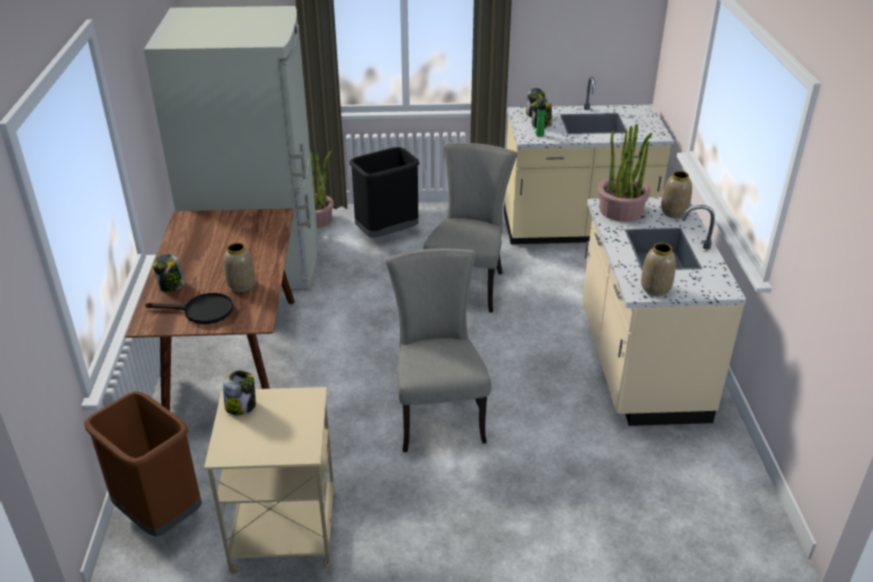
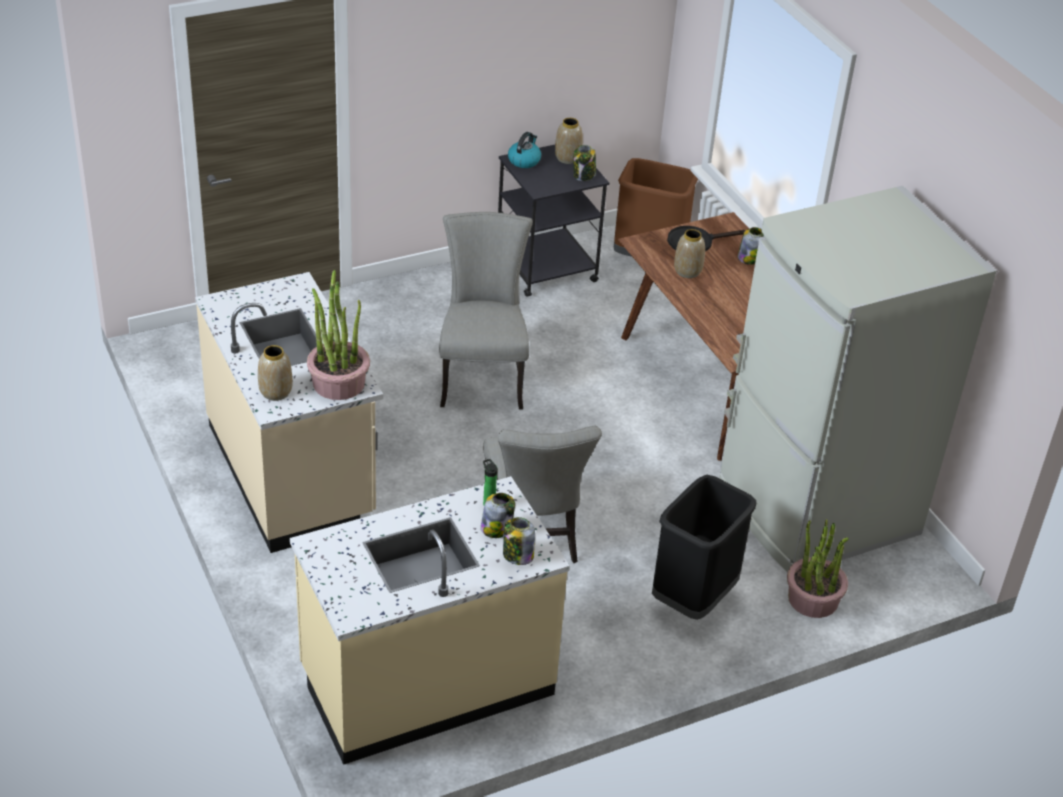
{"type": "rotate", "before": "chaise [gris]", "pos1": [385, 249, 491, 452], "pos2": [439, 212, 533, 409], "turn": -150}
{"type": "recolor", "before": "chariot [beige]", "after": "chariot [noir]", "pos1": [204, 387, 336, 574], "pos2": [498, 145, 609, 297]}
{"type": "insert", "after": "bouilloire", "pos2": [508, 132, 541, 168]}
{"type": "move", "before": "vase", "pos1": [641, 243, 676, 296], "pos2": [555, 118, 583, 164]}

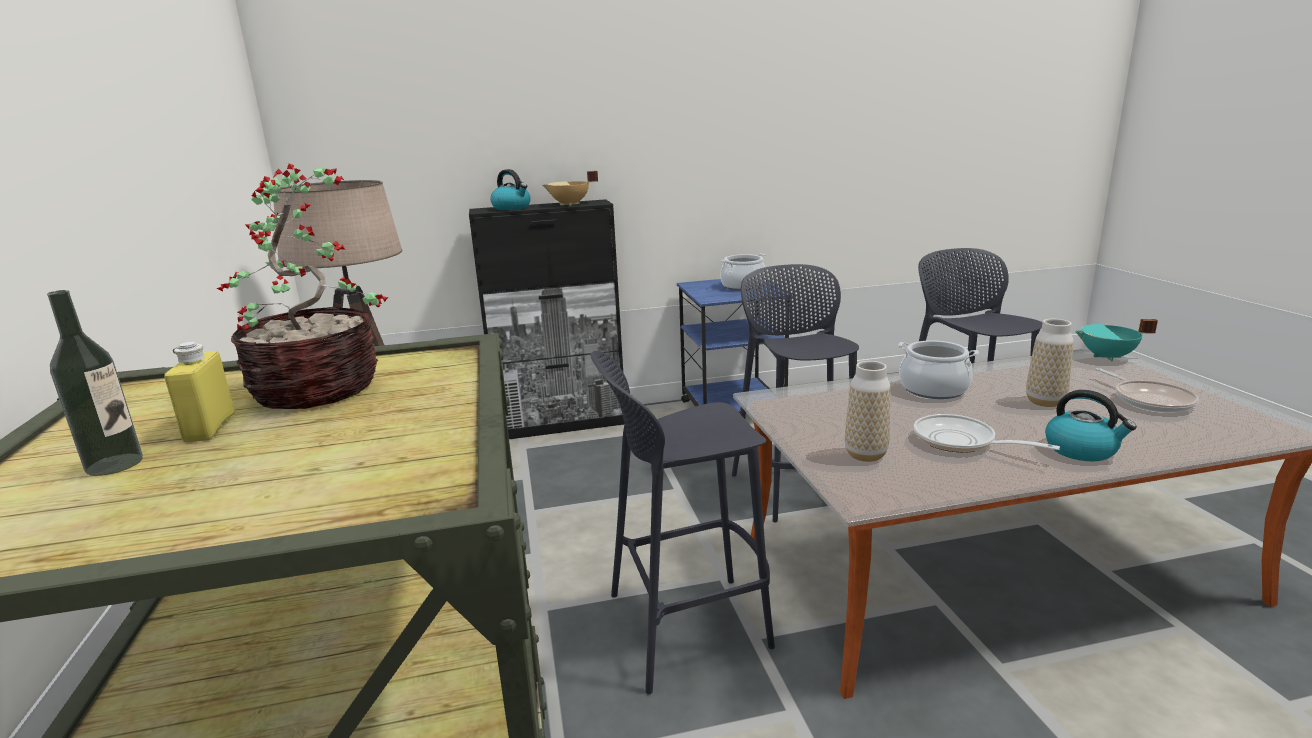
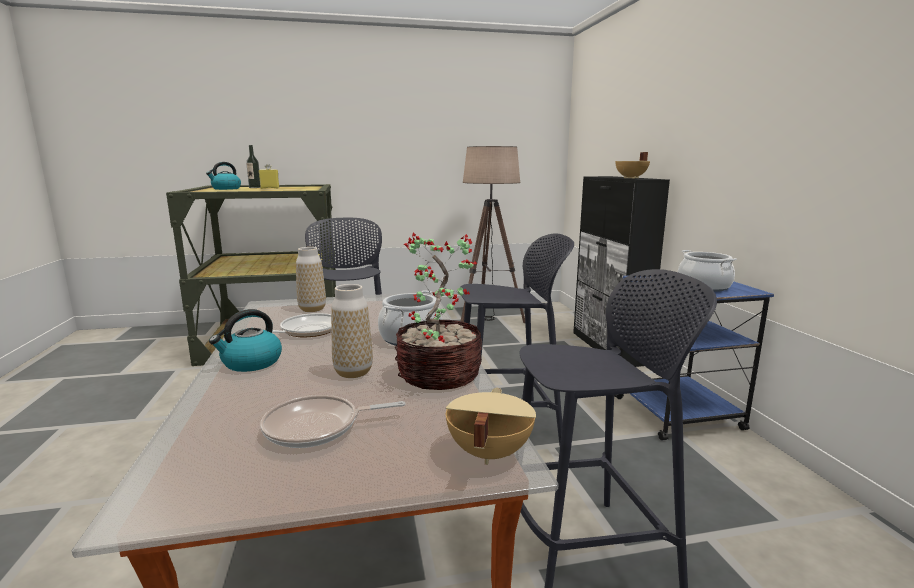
{"type": "move", "before": "bouilloire", "pos1": [491, 169, 531, 210], "pos2": [206, 162, 241, 190]}
{"type": "move", "before": "plante en pot", "pos1": [217, 164, 388, 409], "pos2": [395, 233, 482, 390]}
{"type": "recolor", "before": "marmite [turquoise]", "after": "marmite [beige]", "pos1": [1075, 319, 1158, 361], "pos2": [446, 388, 536, 465]}

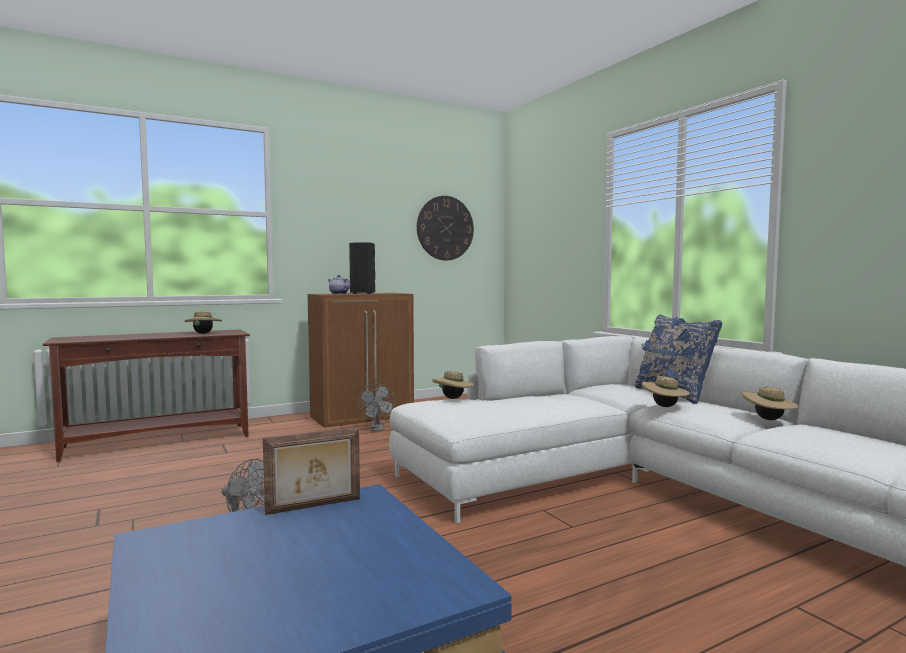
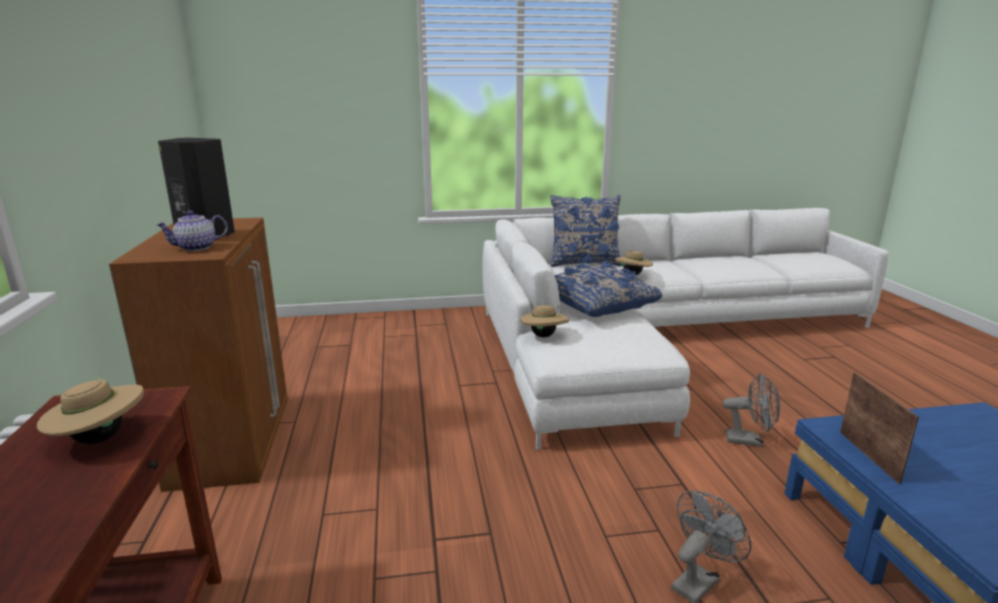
{"type": "insert", "after": "coussin [bleu]", "pos2": [554, 259, 663, 317]}
{"type": "move", "before": "ventilateur [gris]", "pos1": [358, 384, 395, 431], "pos2": [723, 373, 780, 447]}
{"type": "delete", "before": "horloge murale", "pos1": [417, 196, 474, 260]}
{"type": "delete", "before": "chapeau [beige]", "pos1": [742, 386, 798, 420]}

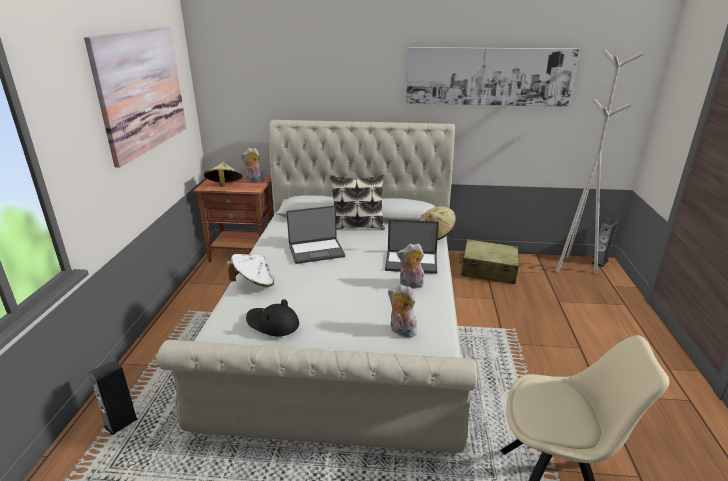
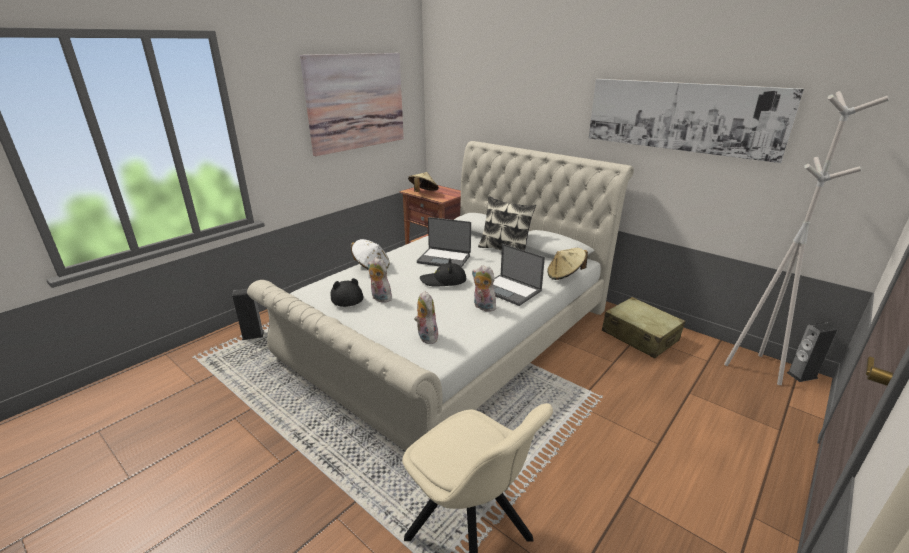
{"type": "move", "before": "peluche", "pos1": [240, 148, 264, 183], "pos2": [368, 257, 392, 303]}
{"type": "insert", "after": "chapeau [noir]", "pos2": [420, 259, 466, 287]}

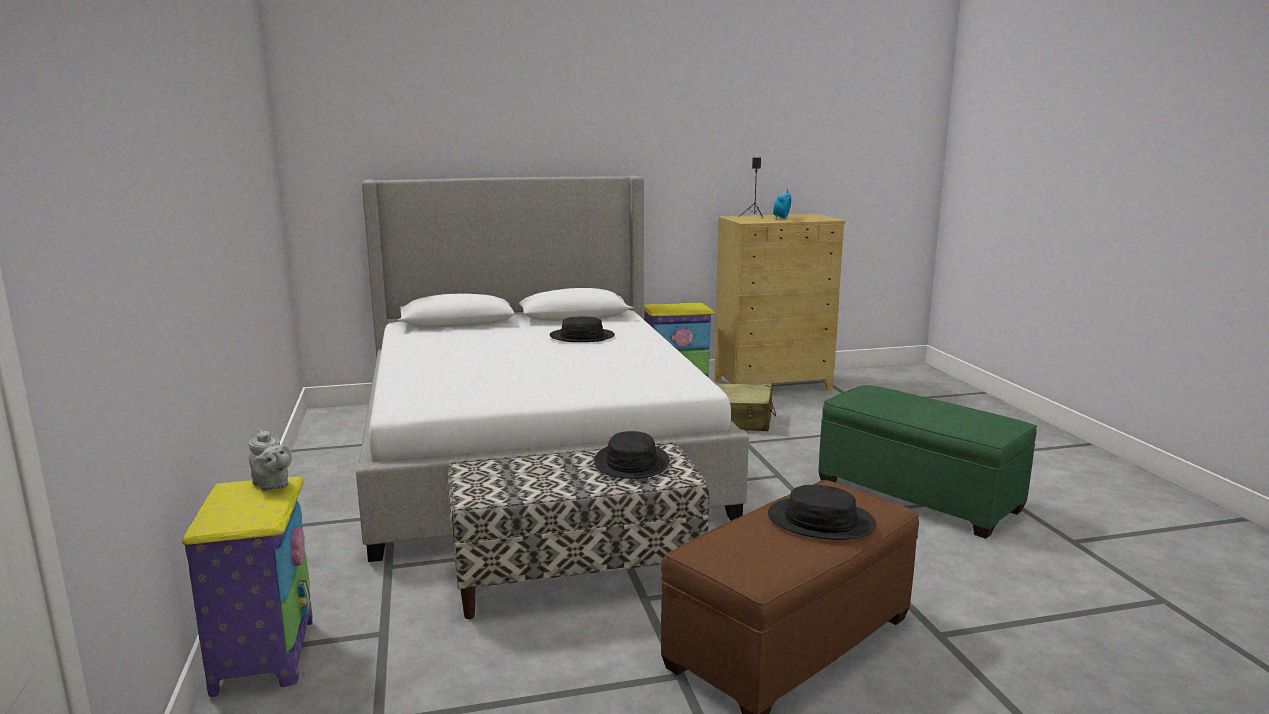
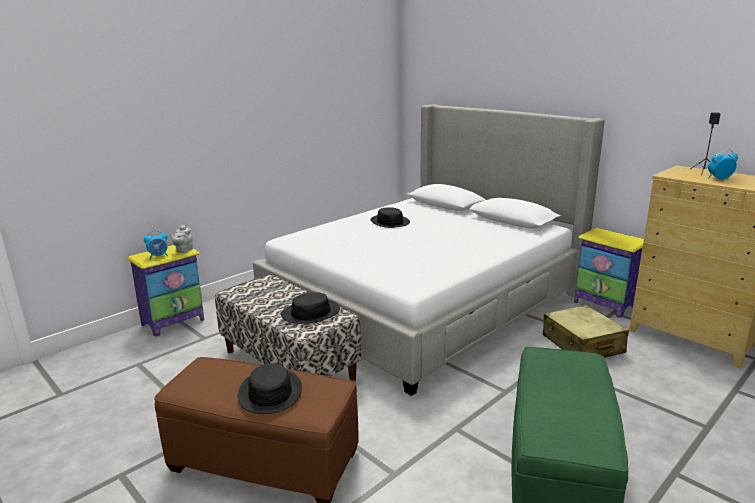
{"type": "insert", "after": "réveil", "pos2": [144, 230, 168, 259]}
{"type": "move", "before": "chapeau [noir]", "pos1": [549, 316, 615, 342], "pos2": [371, 207, 410, 228]}

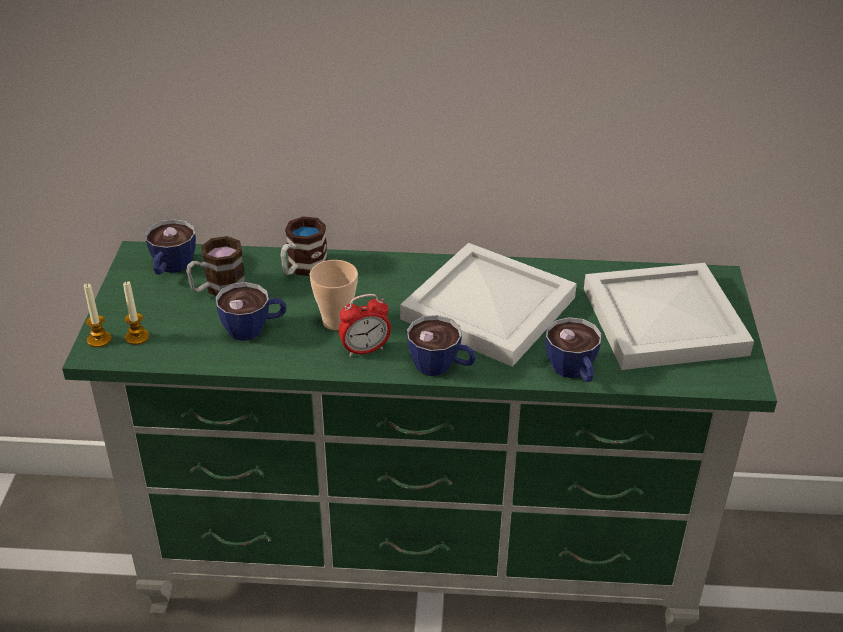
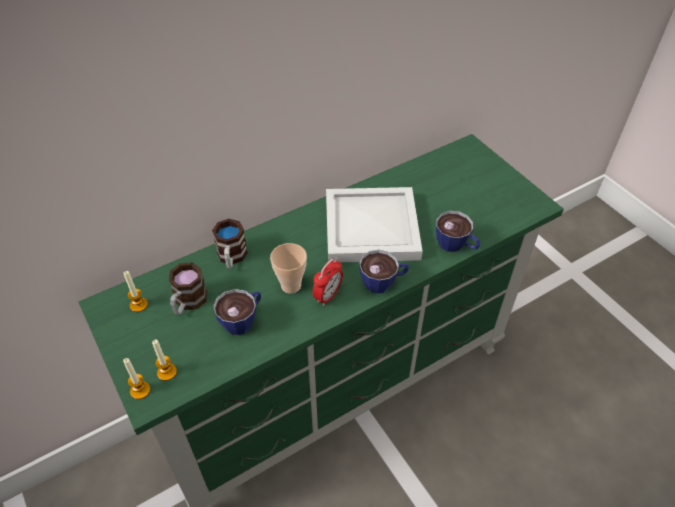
{"type": "replace", "before": "tasse", "after": "bougie", "pos1": [145, 219, 196, 275], "pos2": [123, 271, 148, 312]}
{"type": "delete", "before": "plateau [blanc]", "pos1": [584, 263, 754, 370]}

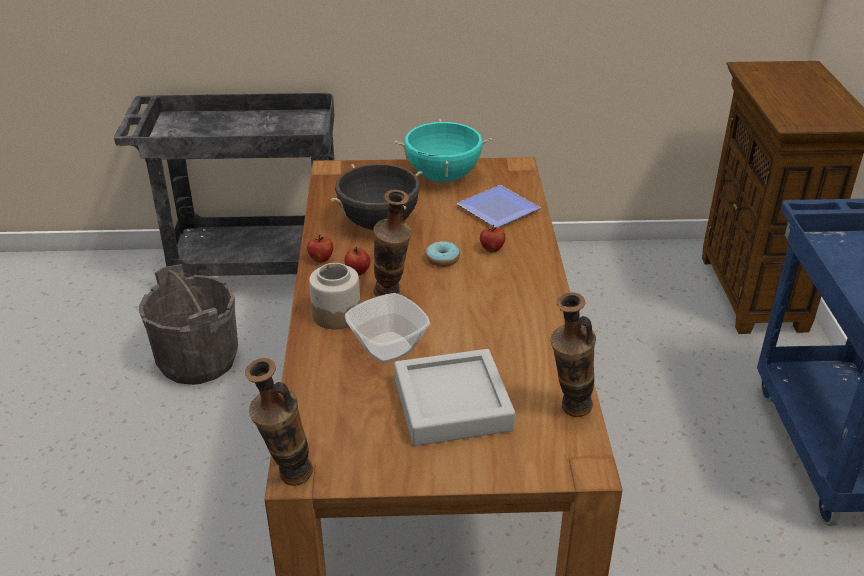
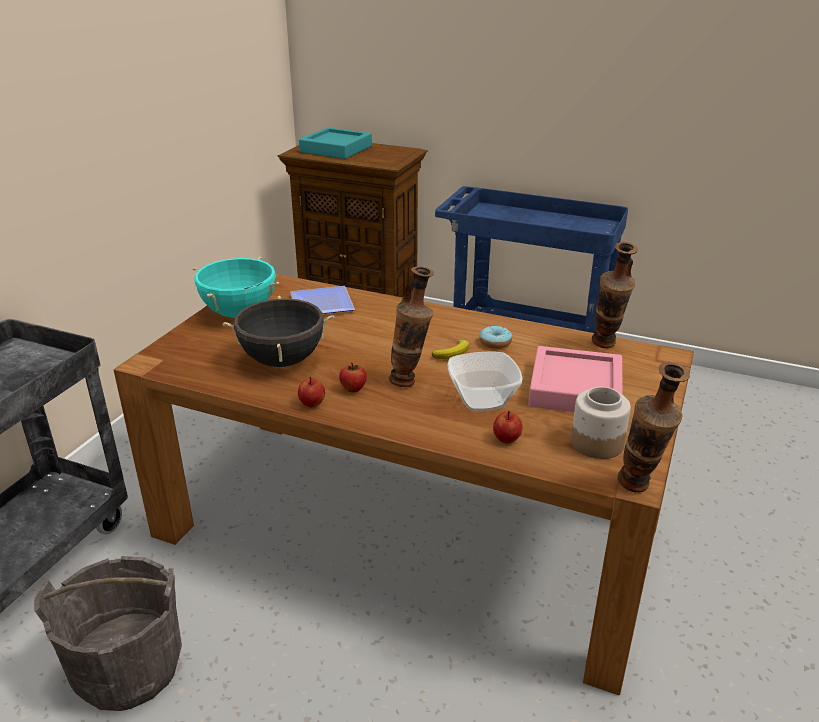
{"type": "insert", "after": "plateau [turquoise]", "pos2": [299, 127, 372, 159]}
{"type": "insert", "after": "banane", "pos2": [432, 340, 469, 359]}
{"type": "move", "before": "beignet", "pos1": [426, 241, 460, 267], "pos2": [479, 326, 512, 349]}
{"type": "move", "before": "pomme", "pos1": [480, 225, 505, 253], "pos2": [493, 411, 522, 444]}
{"type": "recolor", "before": "plateau [gris]", "after": "plateau [rose]", "pos1": [394, 349, 515, 446], "pos2": [528, 346, 623, 412]}
{"type": "move", "before": "bocal", "pos1": [309, 263, 360, 329], "pos2": [571, 387, 631, 459]}

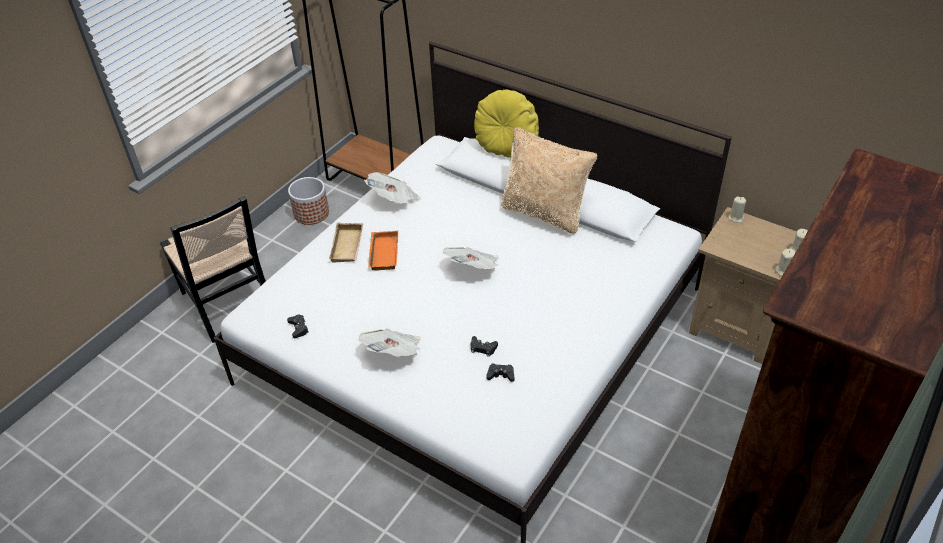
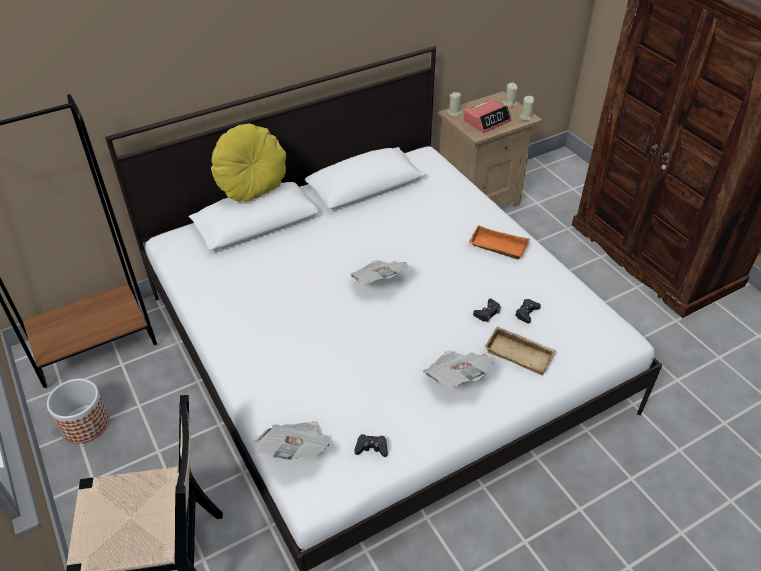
{"type": "move", "before": "journal", "pos1": [364, 172, 421, 204], "pos2": [253, 421, 329, 461]}
{"type": "insert", "after": "réveil", "pos2": [464, 99, 511, 133]}
{"type": "move", "before": "plateau [orange]", "pos1": [368, 230, 398, 270], "pos2": [468, 225, 530, 259]}
{"type": "move", "before": "plateau [beige]", "pos1": [329, 222, 363, 263], "pos2": [485, 326, 556, 375]}
{"type": "delete", "before": "coussin [beige]", "pos1": [501, 127, 597, 234]}

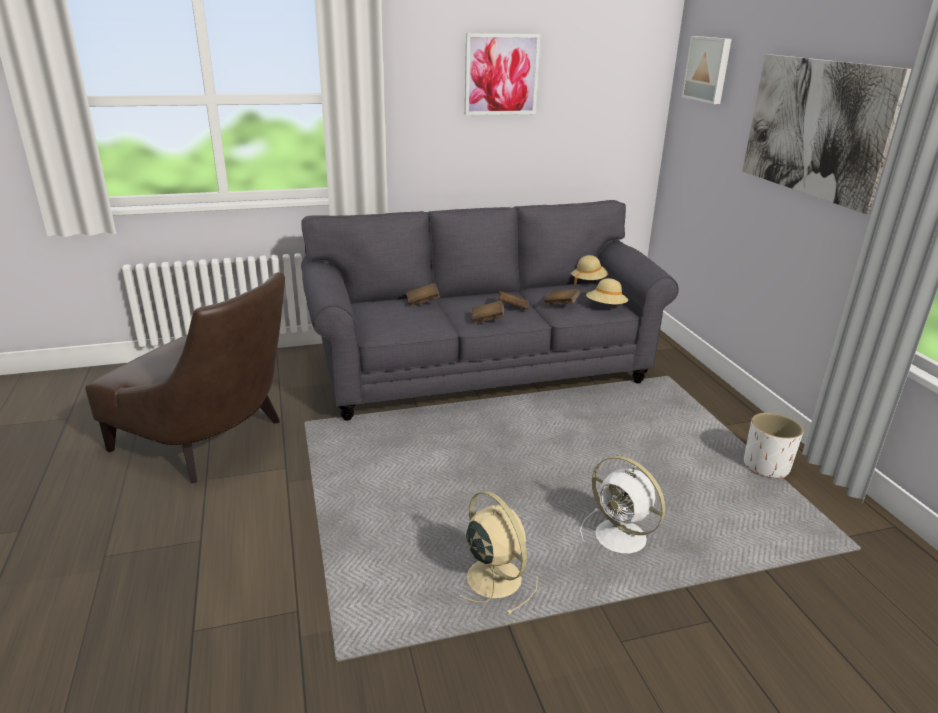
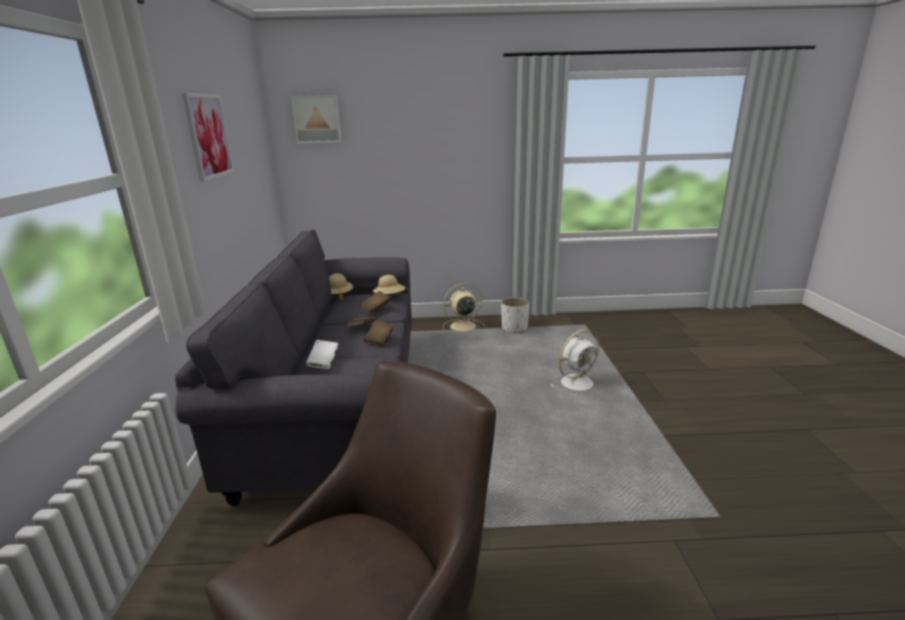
{"type": "recolor", "before": "livre [marron]", "after": "livre [blanc]", "pos1": [406, 283, 440, 307], "pos2": [306, 340, 338, 369]}
{"type": "move", "before": "ventilateur [beige]", "pos1": [460, 491, 538, 615], "pos2": [443, 283, 485, 333]}
{"type": "delete", "before": "tableau", "pos1": [742, 54, 911, 214]}

